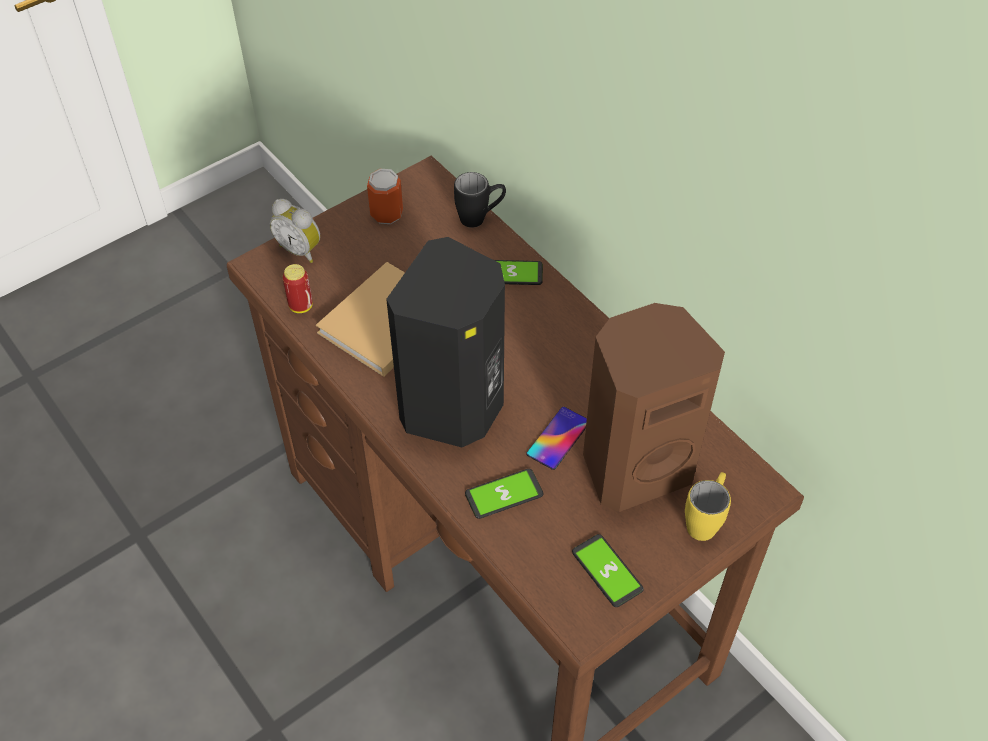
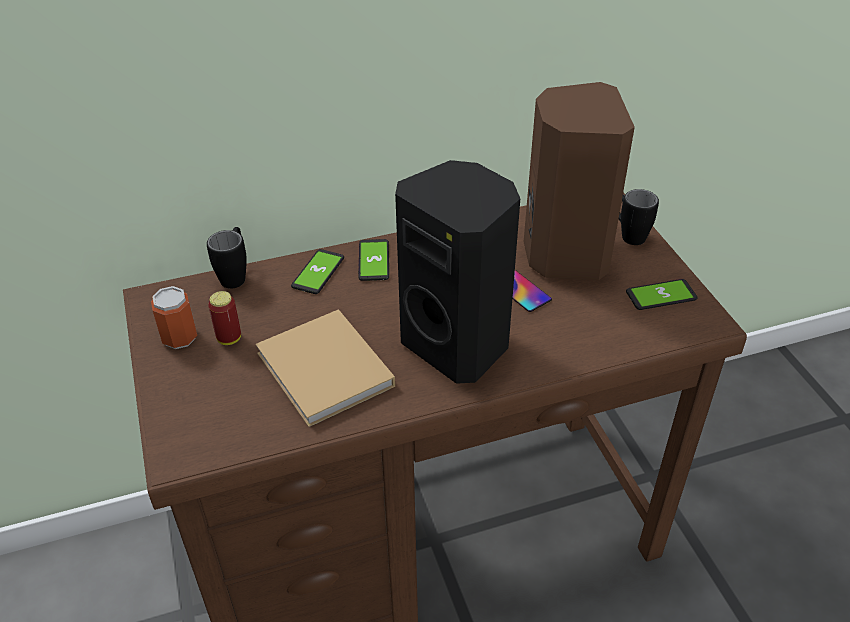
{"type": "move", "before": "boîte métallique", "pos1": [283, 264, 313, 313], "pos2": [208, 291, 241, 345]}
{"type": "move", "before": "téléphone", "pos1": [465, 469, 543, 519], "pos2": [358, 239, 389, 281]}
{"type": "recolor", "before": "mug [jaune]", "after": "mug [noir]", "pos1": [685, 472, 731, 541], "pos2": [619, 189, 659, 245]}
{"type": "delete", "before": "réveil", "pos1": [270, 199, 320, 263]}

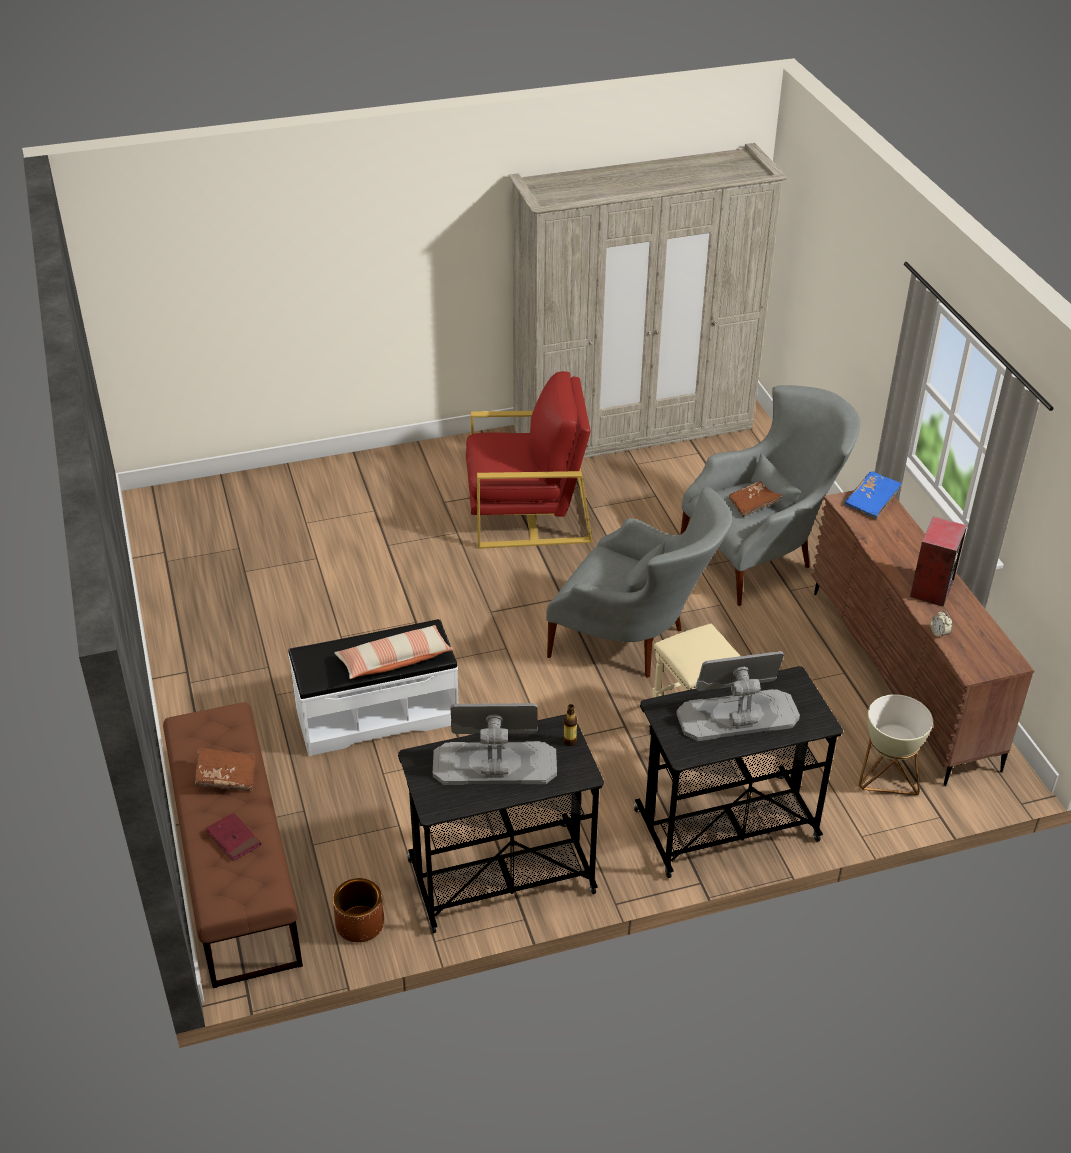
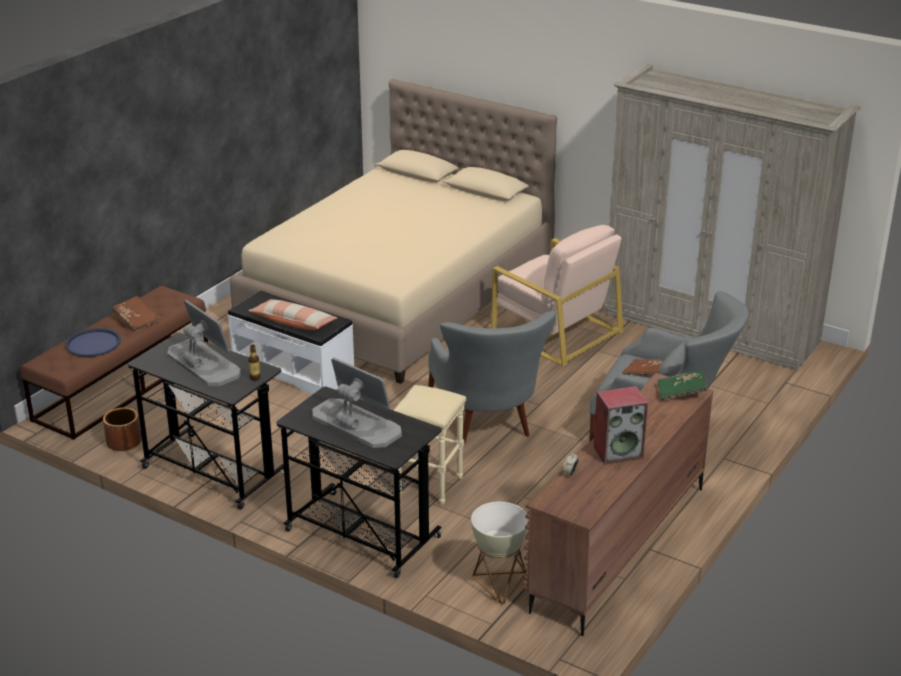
{"type": "replace", "before": "livre [rouge]", "after": "plateau [bleu]", "pos1": [206, 813, 261, 861], "pos2": [65, 328, 121, 357]}
{"type": "insert", "after": "lit [beige]", "pos2": [230, 79, 557, 384]}
{"type": "recolor", "before": "fauteuil [rouge]", "after": "fauteuil [beige]", "pos1": [466, 371, 593, 549], "pos2": [491, 225, 624, 367]}
{"type": "recolor", "before": "livre [bleu]", "after": "livre [vert]", "pos1": [844, 471, 902, 519], "pos2": [657, 370, 707, 401]}

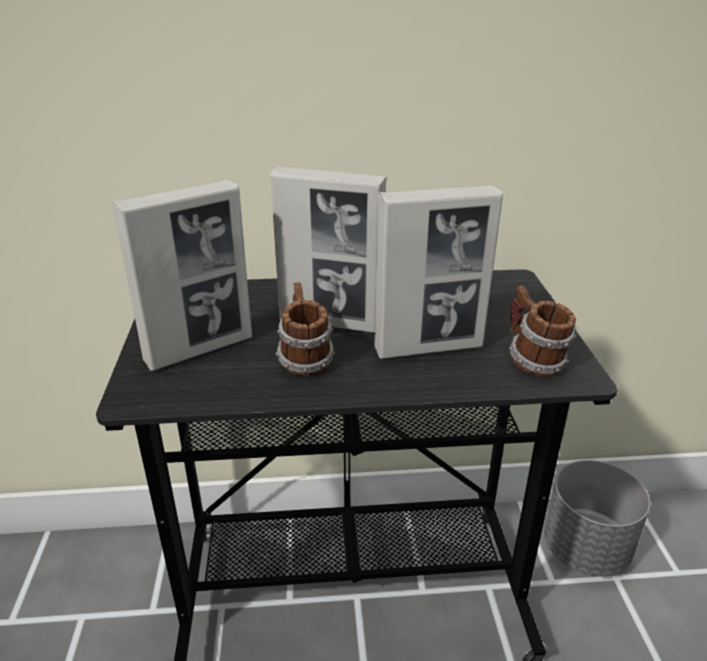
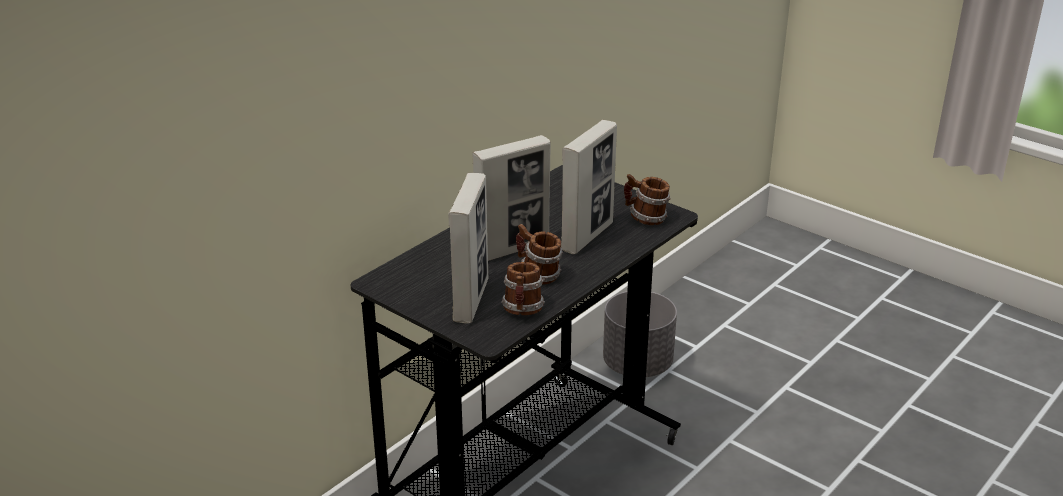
{"type": "insert", "after": "mug", "pos2": [501, 262, 545, 315]}

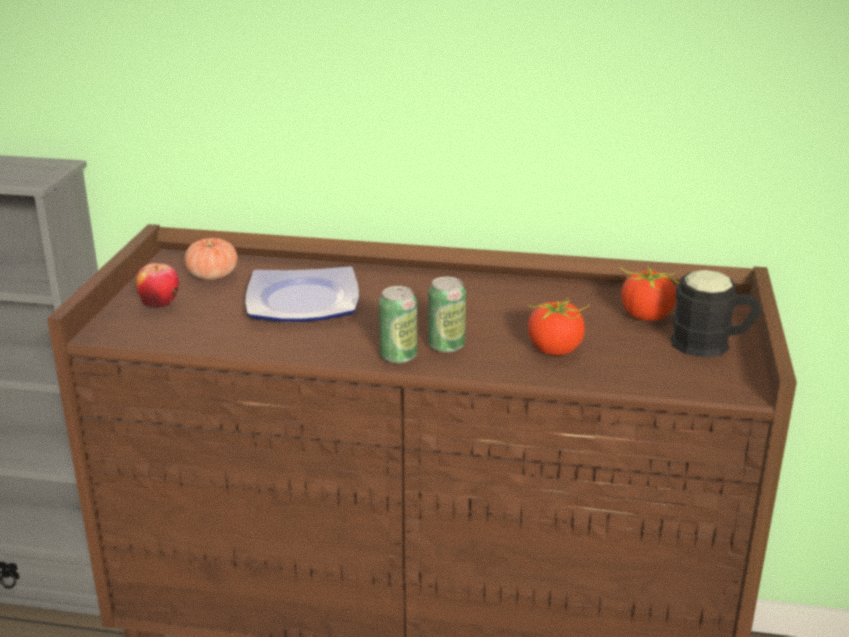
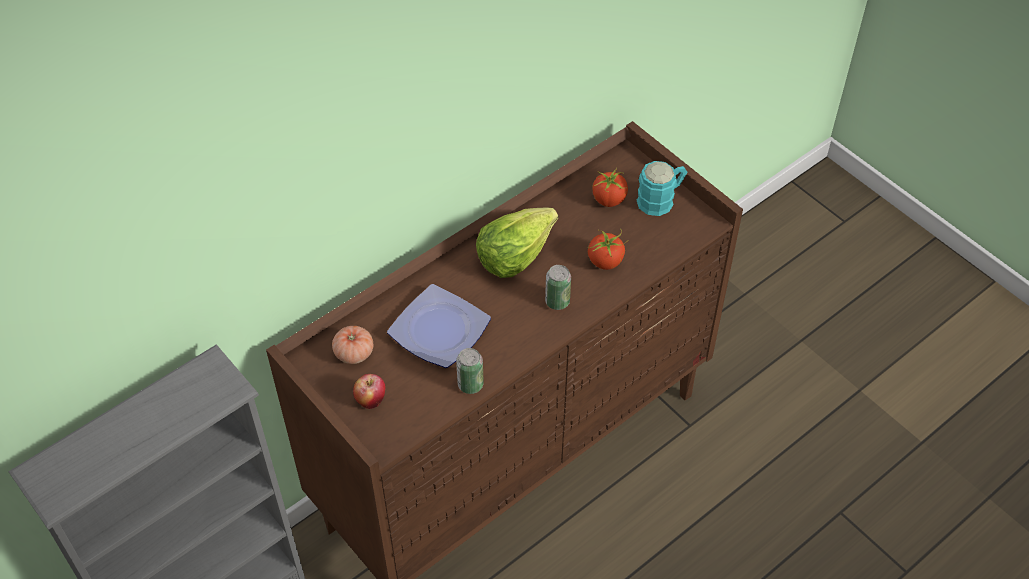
{"type": "move", "before": "boîte métallique", "pos1": [379, 286, 417, 364], "pos2": [456, 348, 484, 394]}
{"type": "insert", "after": "laitue", "pos2": [476, 207, 558, 278]}
{"type": "recolor", "before": "mug [noir]", "after": "mug [turquoise]", "pos1": [670, 270, 761, 358], "pos2": [637, 161, 688, 216]}

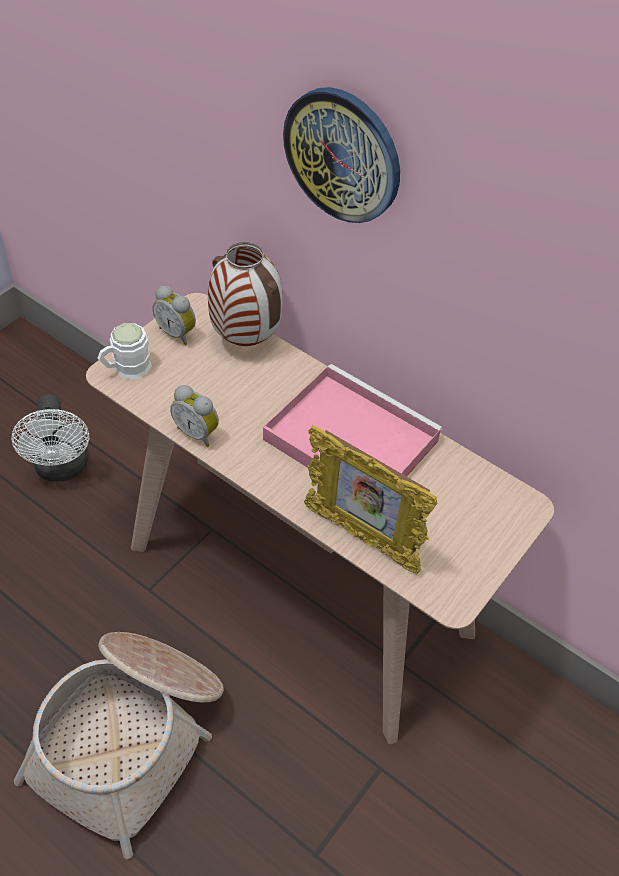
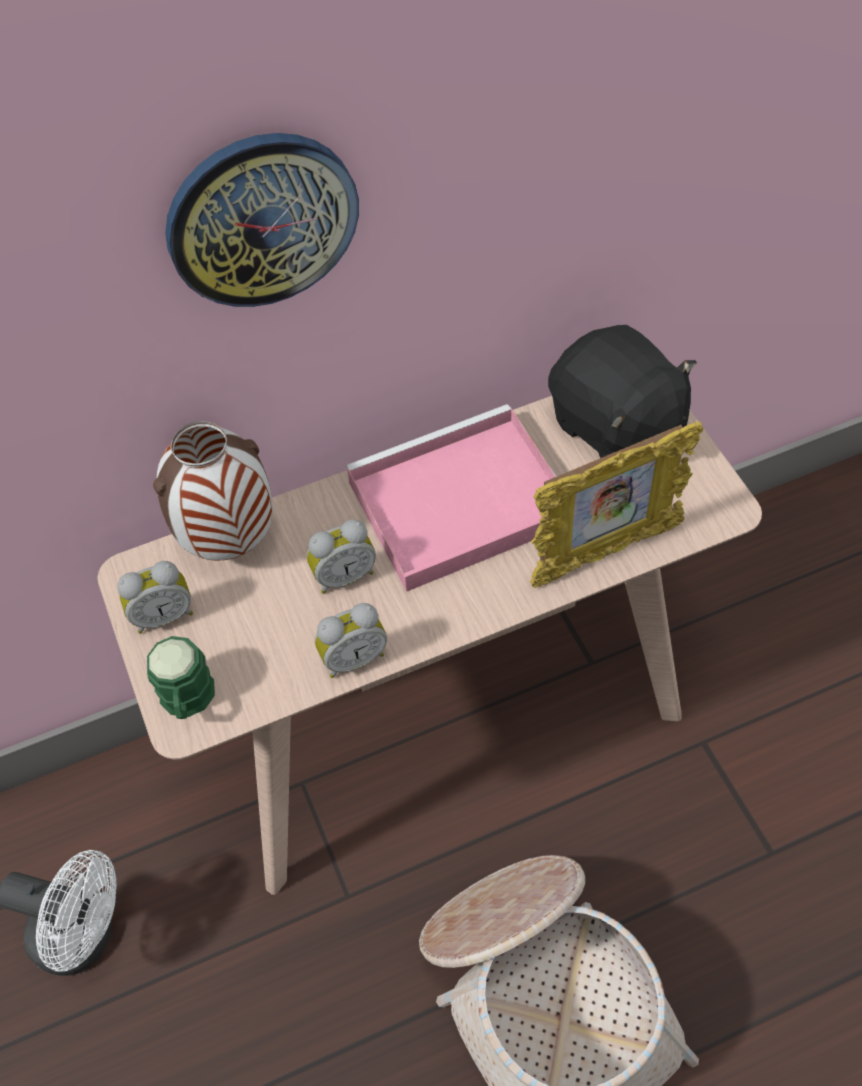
{"type": "recolor", "before": "mug [blanc]", "after": "mug [vert]", "pos1": [98, 323, 152, 379], "pos2": [147, 636, 215, 719]}
{"type": "insert", "after": "réveil", "pos2": [307, 519, 376, 594]}
{"type": "insert", "after": "peluche [noir]", "pos2": [548, 325, 697, 458]}

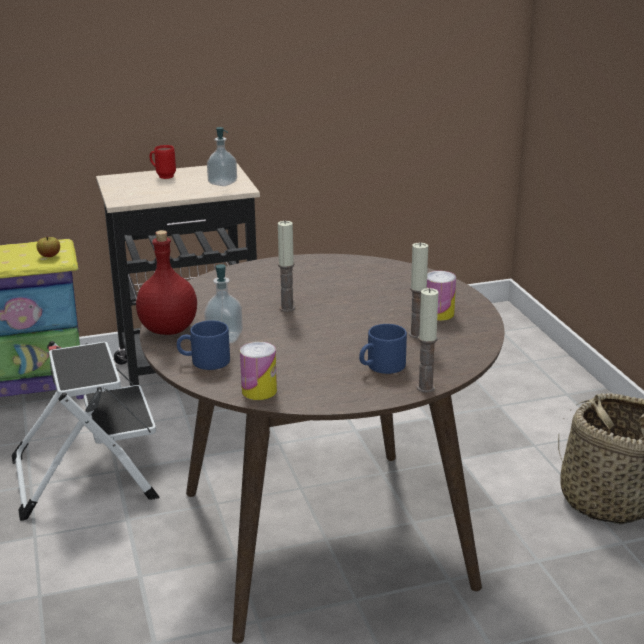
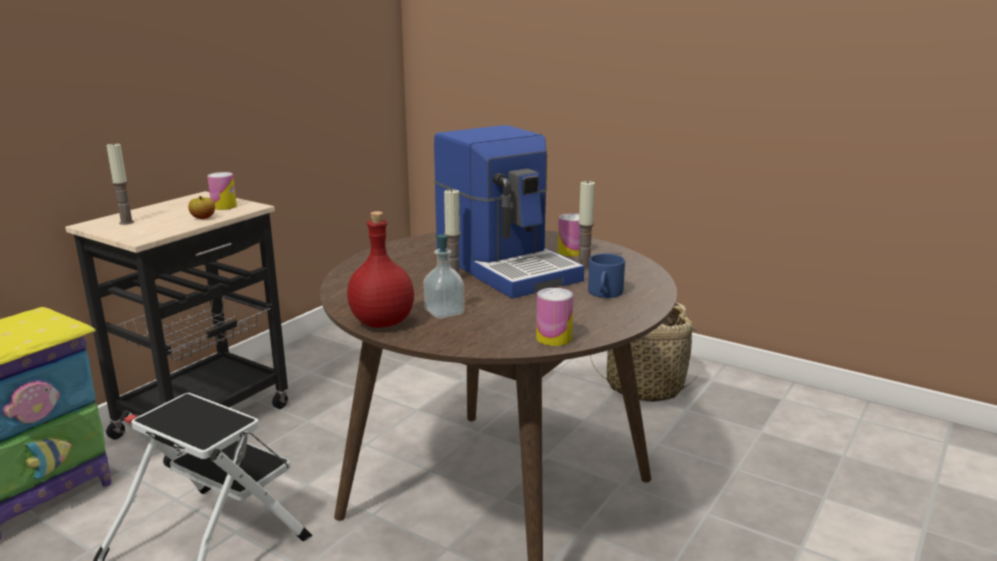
{"type": "move", "before": "bougie", "pos1": [417, 288, 439, 393], "pos2": [106, 142, 134, 225]}
{"type": "move", "before": "pomme", "pos1": [37, 237, 60, 257], "pos2": [188, 196, 215, 219]}
{"type": "replace", "before": "distributeur de savon", "after": "boîte métallique", "pos1": [207, 127, 237, 186], "pos2": [207, 172, 237, 210]}
{"type": "insert", "after": "machine à café", "pos2": [434, 125, 584, 299]}
{"type": "delete", "before": "mug [rouge]", "pos1": [149, 145, 176, 179]}
{"type": "delete", "before": "mug [bleu]", "pos1": [177, 320, 230, 370]}

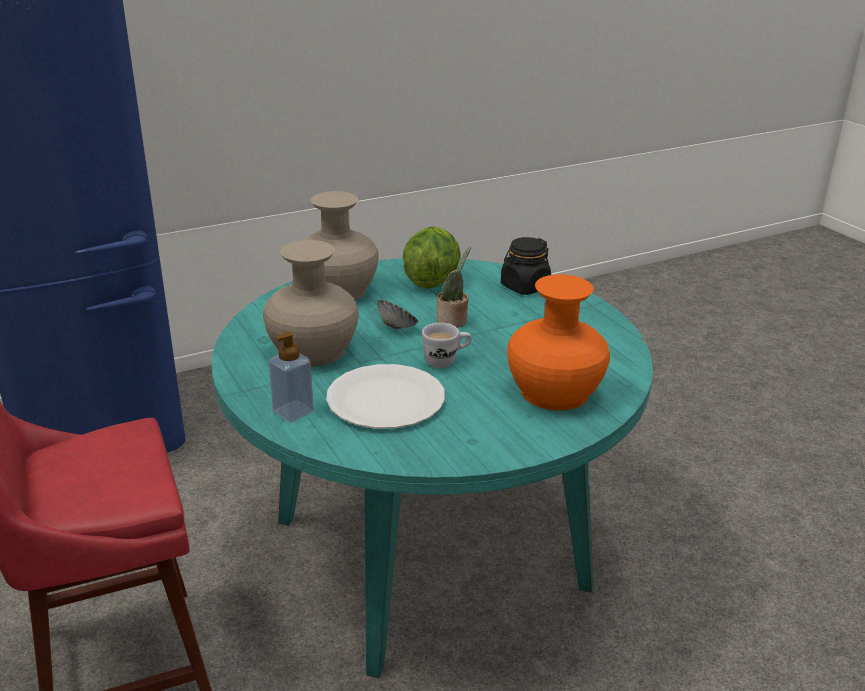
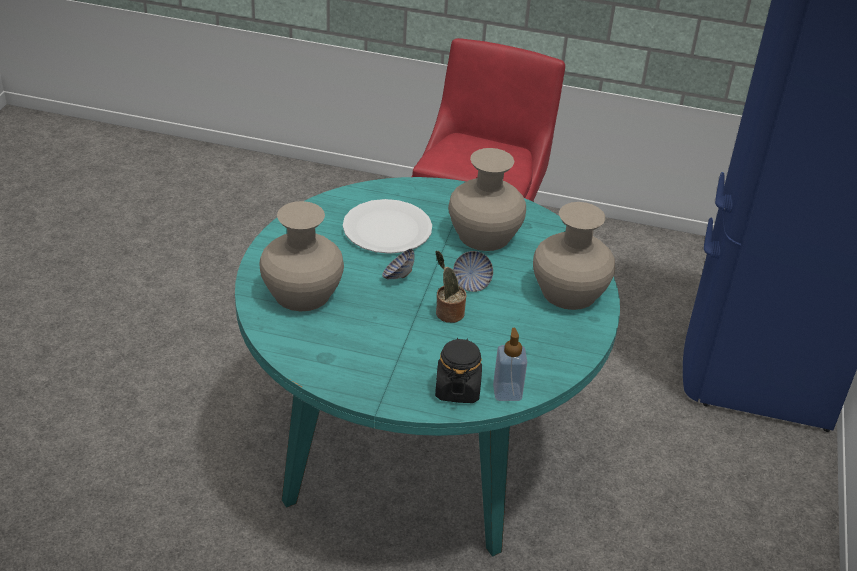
{"type": "recolor", "before": "vase [orange]", "after": "vase [beige]", "pos1": [507, 274, 610, 411], "pos2": [259, 201, 344, 312]}
{"type": "replace", "before": "mug [blanc]", "after": "bol", "pos1": [422, 323, 472, 368], "pos2": [382, 249, 414, 279]}
{"type": "move", "before": "distributeur de savon", "pos1": [269, 332, 314, 422], "pos2": [493, 328, 527, 401]}
{"type": "delete", "before": "laitue", "pos1": [403, 226, 461, 289]}

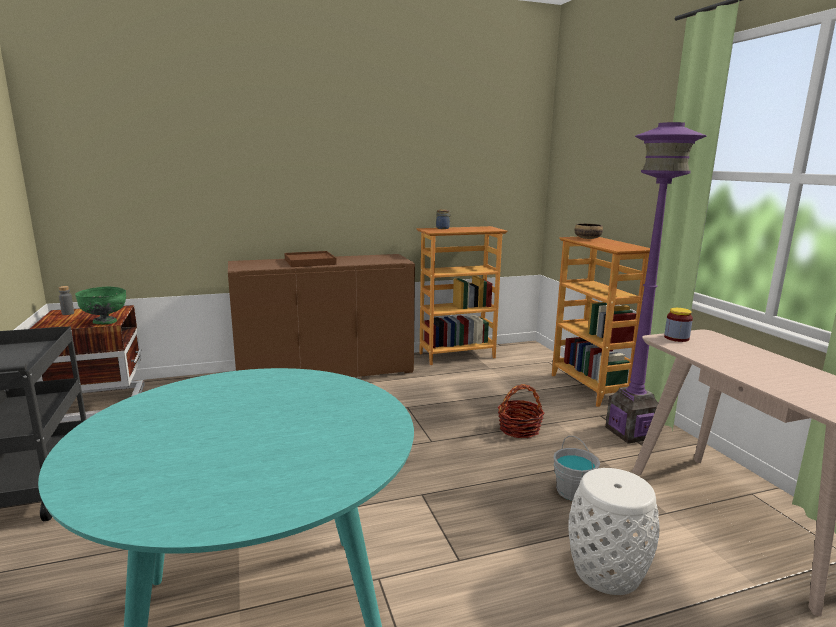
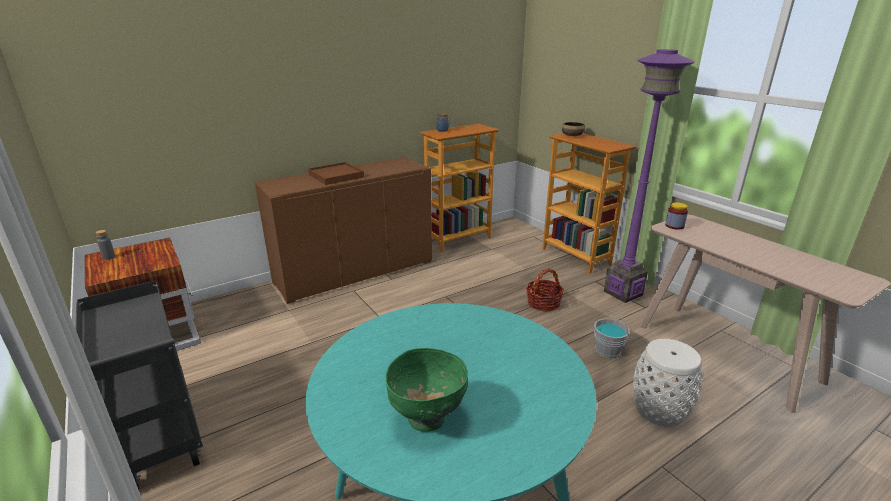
{"type": "move", "before": "bol [vert]", "pos1": [75, 287, 126, 324], "pos2": [386, 348, 468, 432]}

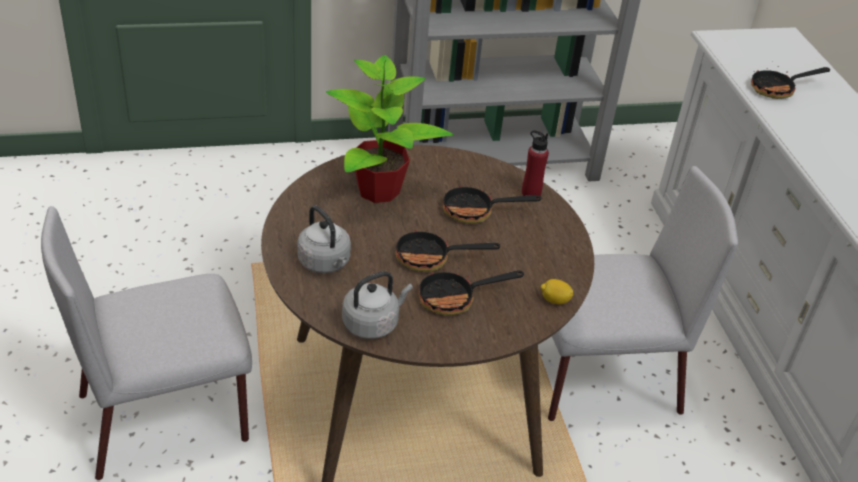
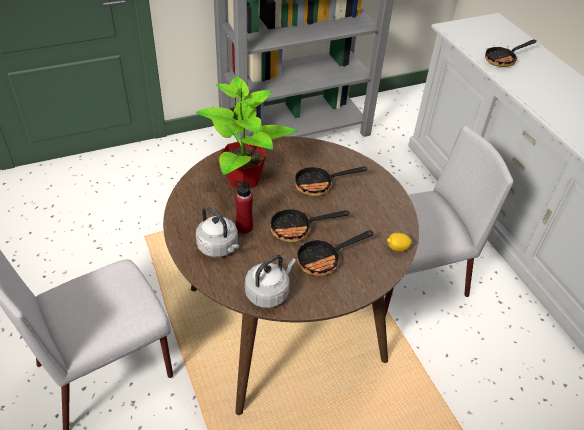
{"type": "move", "before": "bouteille [rouge]", "pos1": [522, 130, 549, 199], "pos2": [234, 181, 253, 233]}

